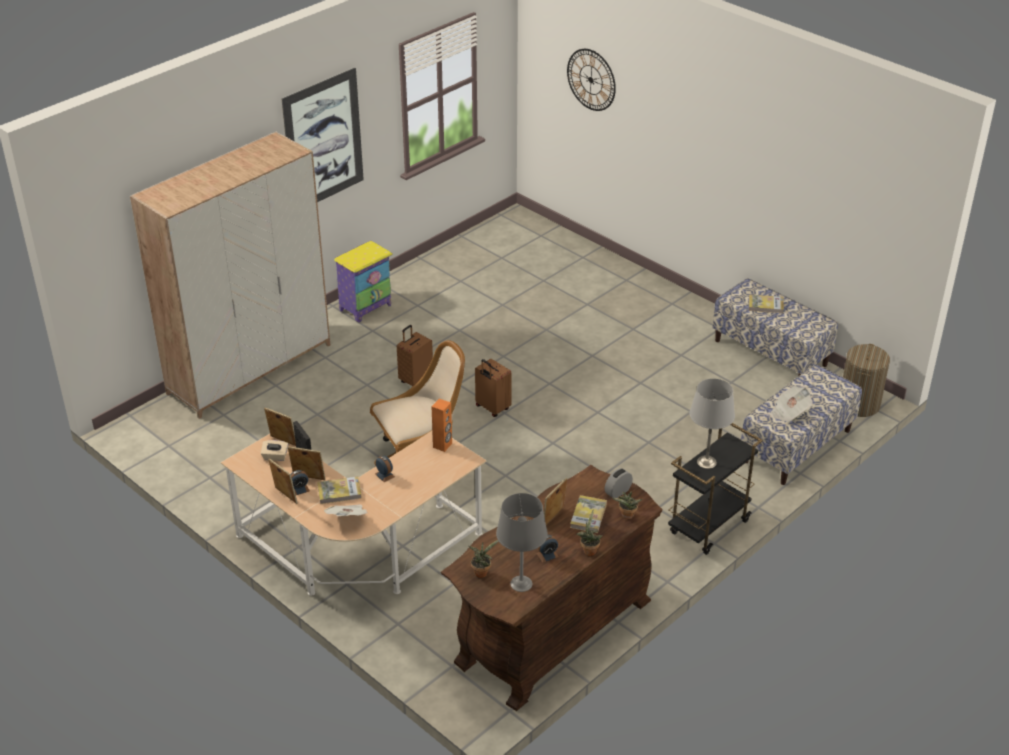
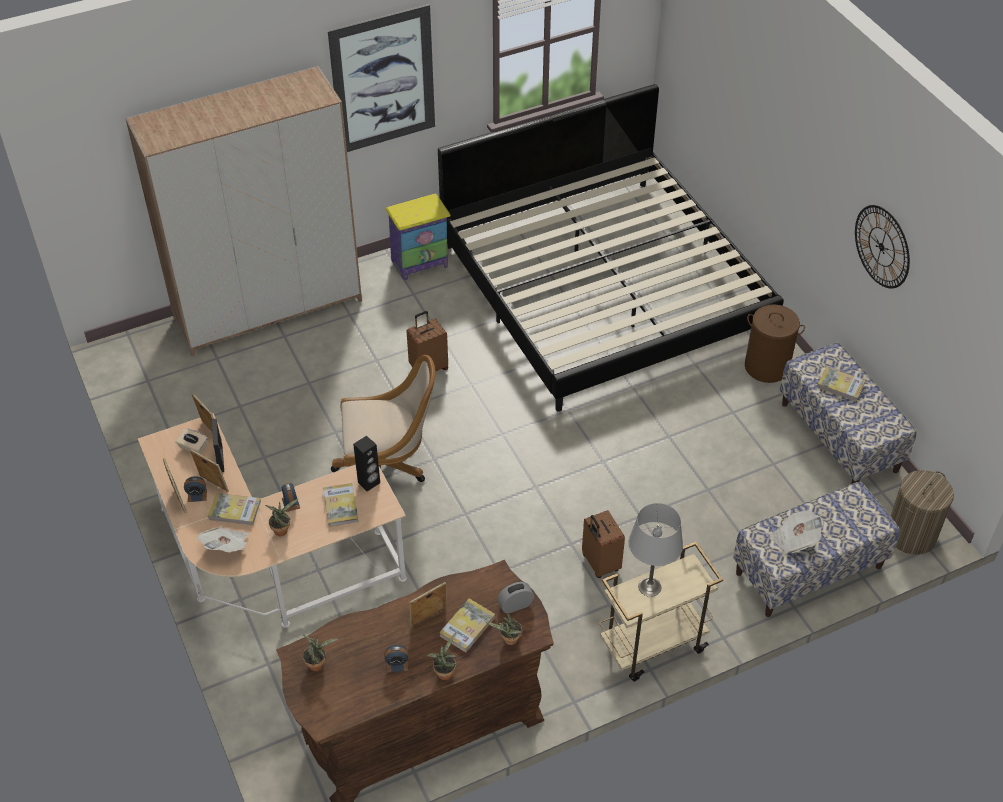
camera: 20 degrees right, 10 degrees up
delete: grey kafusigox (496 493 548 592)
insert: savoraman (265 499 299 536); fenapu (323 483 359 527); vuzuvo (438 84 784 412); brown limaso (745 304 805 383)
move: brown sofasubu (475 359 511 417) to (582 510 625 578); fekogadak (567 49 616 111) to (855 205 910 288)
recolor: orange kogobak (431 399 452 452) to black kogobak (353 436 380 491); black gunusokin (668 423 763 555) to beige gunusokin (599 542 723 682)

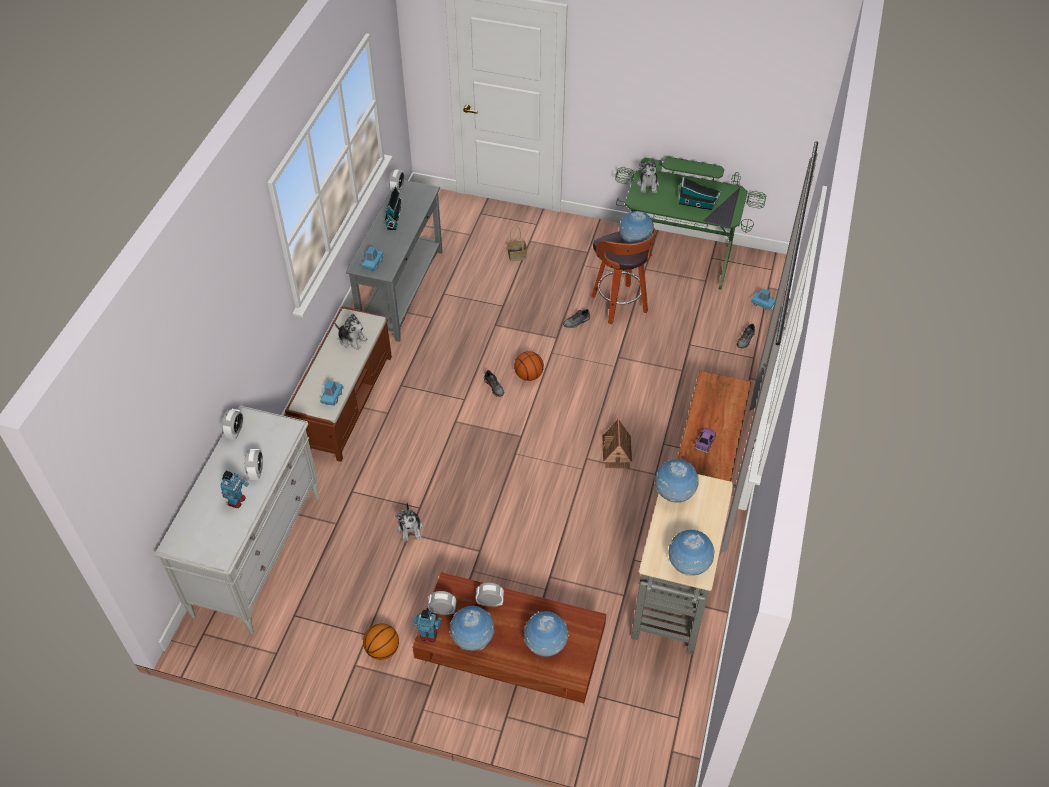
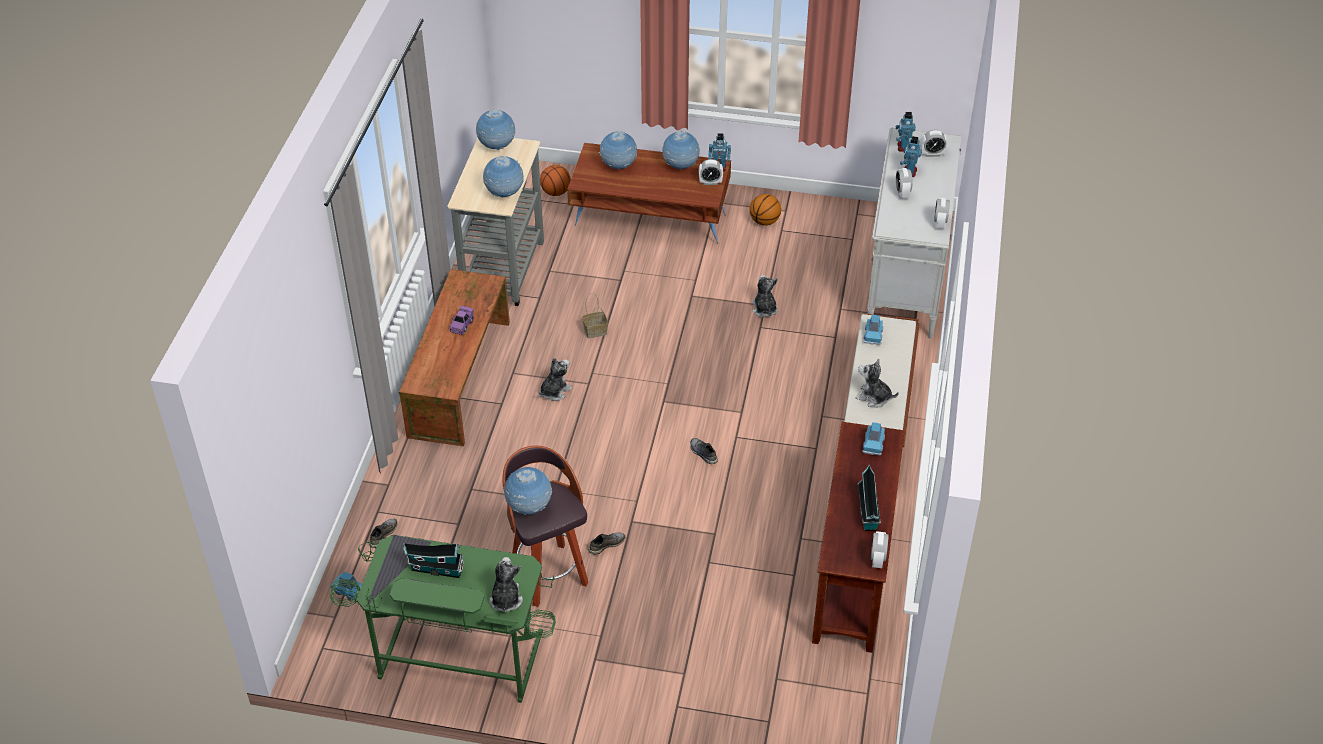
camera: 175 degrees right, 5 degrees down
insert: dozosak (896 112 916 152)
move: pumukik (514 351 544 381) to (540 165 571 196); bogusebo (507 226 527 261) to (582 293 608 338); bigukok (476 583 504 607) to (921 130 948 157)
replace: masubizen (602 418 632 468) to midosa (539 358 572 401)
recolor: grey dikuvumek (346 180 443 342) to brown dikuvumek (812 422 905 653)

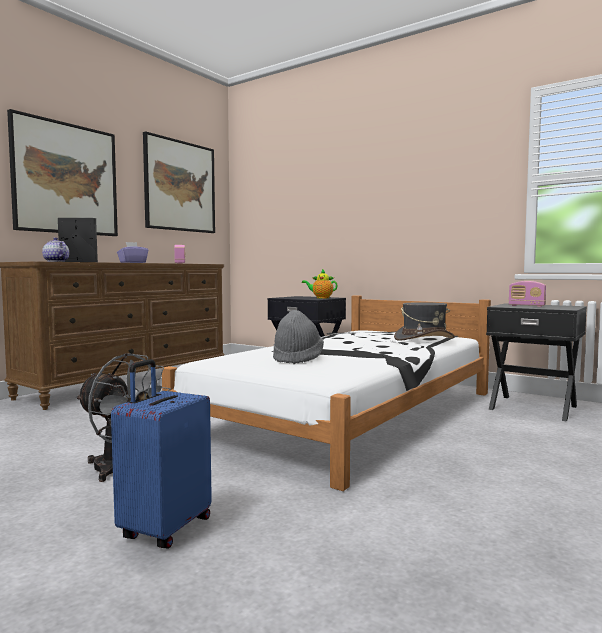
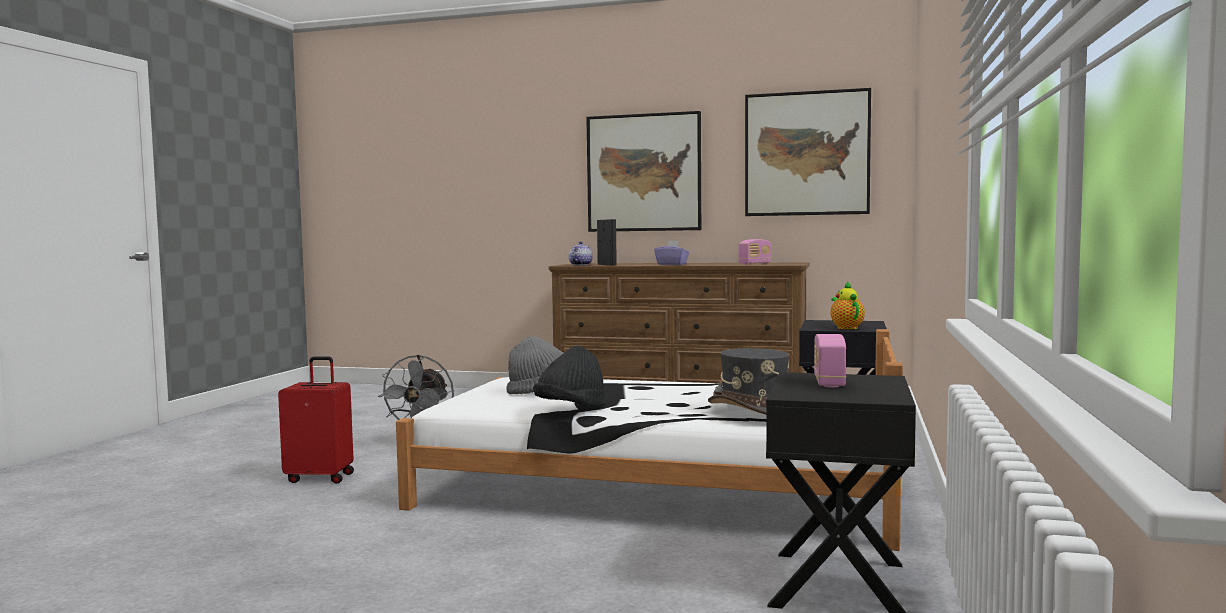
camera: 70 degrees right, 0 degrees up
insert: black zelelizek (533 345 606 407)
recolor: blue sofasubu (111 359 212 549) to red sofasubu (278 357 354 483)

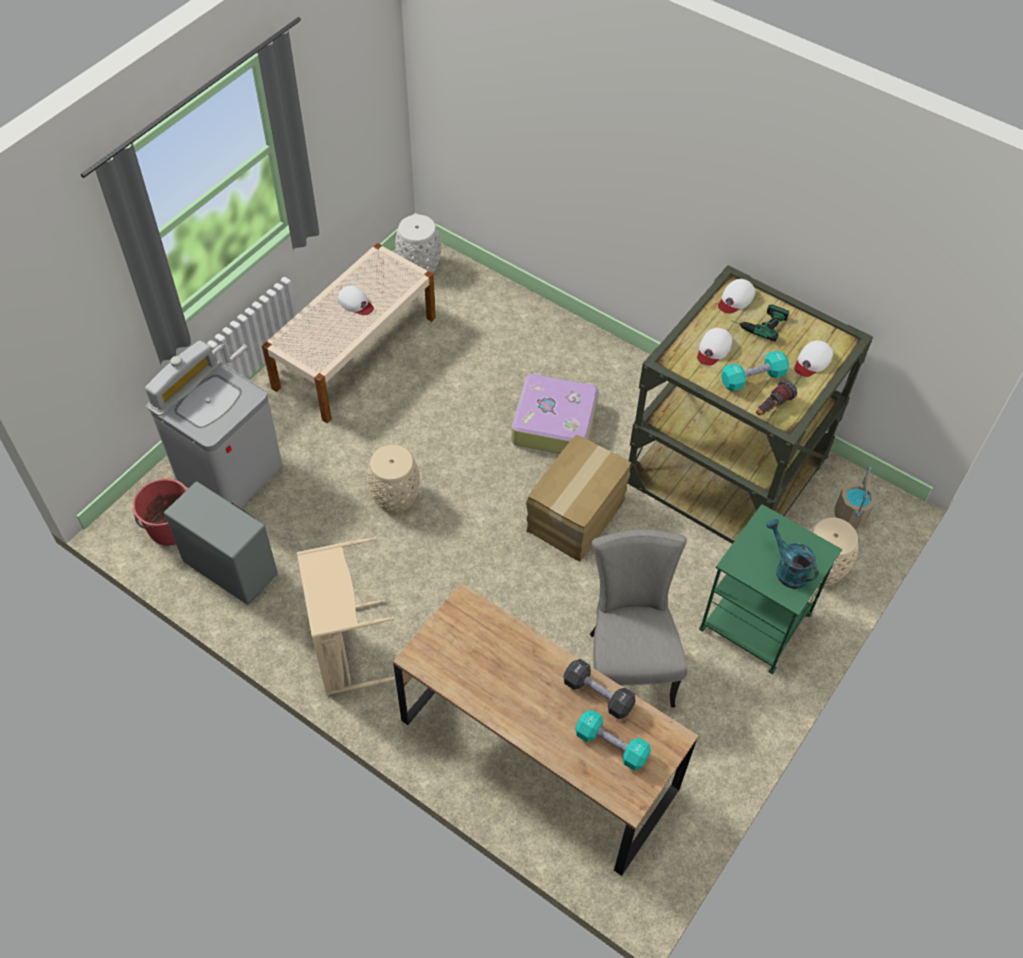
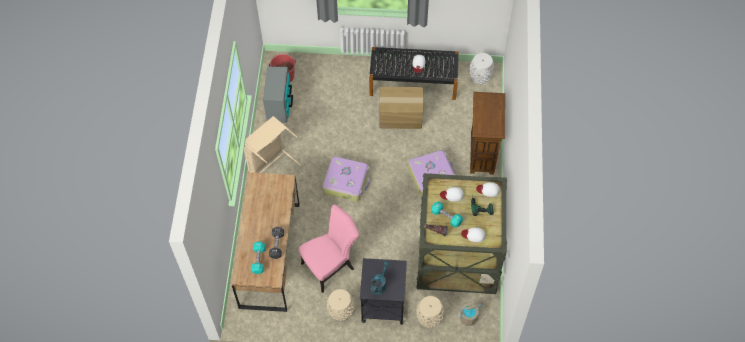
camera: 60 degrees right, 5 degrees up
delete: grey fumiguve (145 341 282 508)
insert: sofasubu (323 156 370 202); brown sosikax (470 92 505 175)
move: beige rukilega (367 445 420 513) to (327 289 354 321); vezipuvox (526 434 631 561) to (379 87 423 129)
recolor: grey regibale (589 529 687 708) to pink regibale (298 205 359 293); green gunusokin (699 504 842 674) to black gunusokin (360 258 407 325); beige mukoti (262 243 436 423) to black mukoti (369 47 459 100)

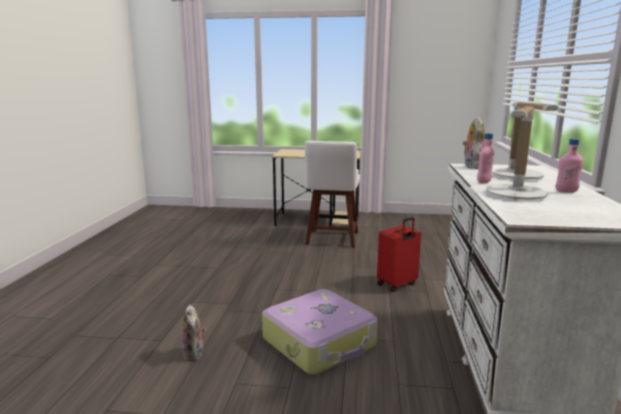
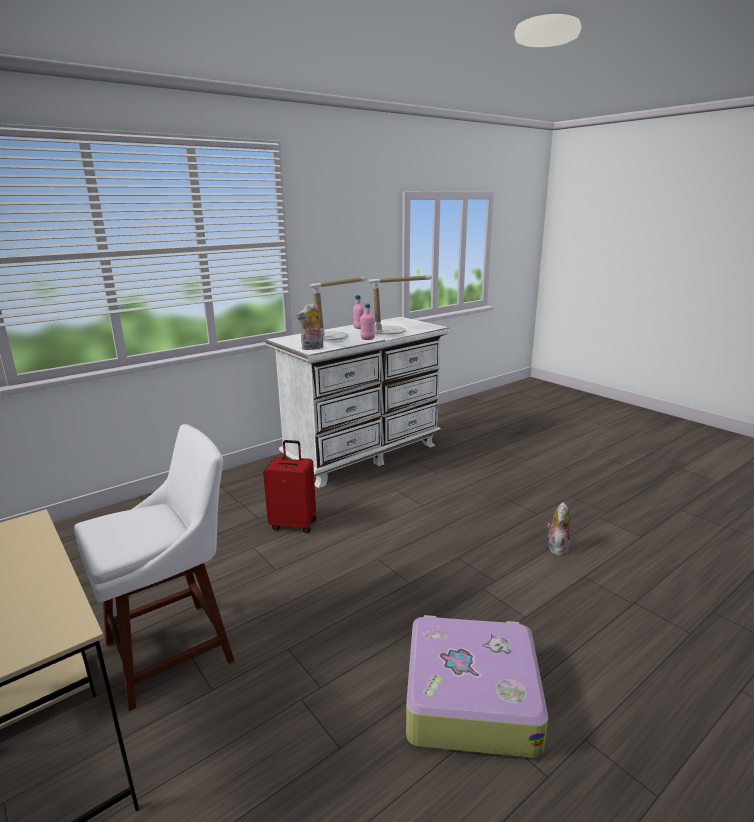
camera: 135 degrees left, 5 degrees up
move: sofasubu (262 289 378 375) to (406 615 548 758)

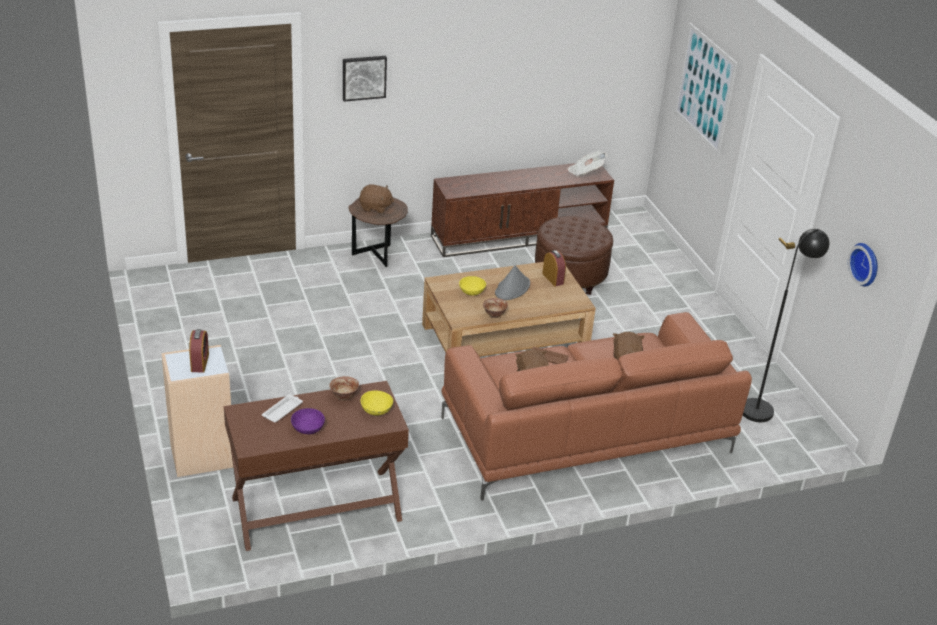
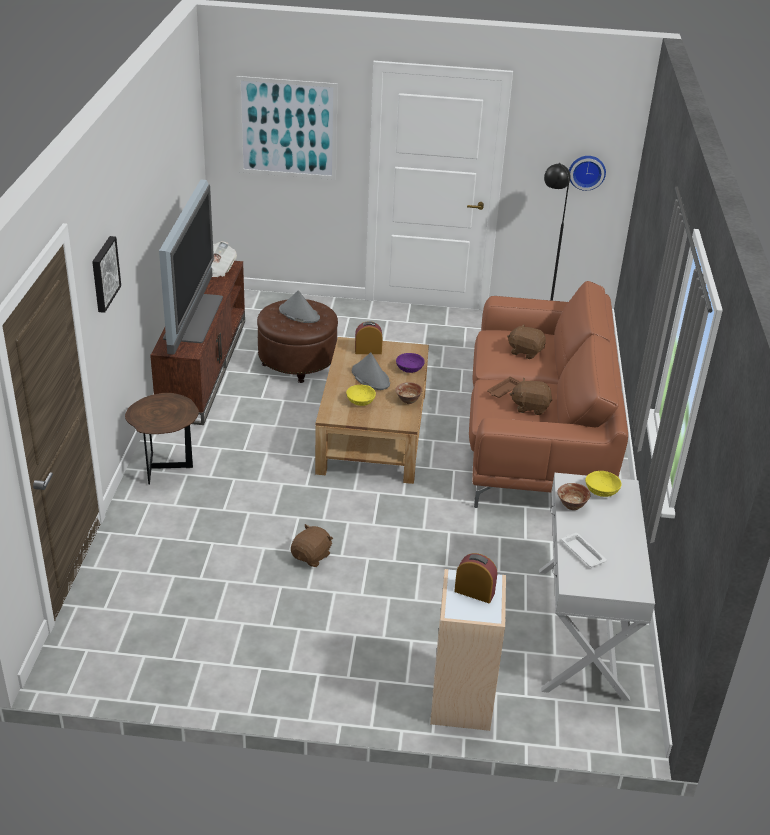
camera: 65 degrees left, 0 degrees up
insert: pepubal (159 180 223 355); grey zelelizek (279 290 320 323)
move: brown midosa (359 184 394 214) to (291 524 333 567); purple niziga (291 408 325 434) to (396 353 425 373)
recolor: brown dikuvumek (224 381 409 551) to white dikuvumek (539 473 655 701)

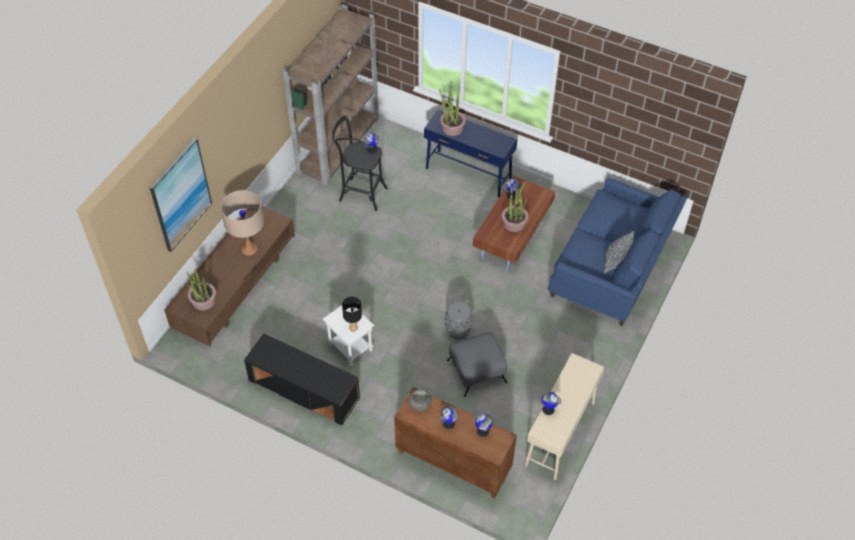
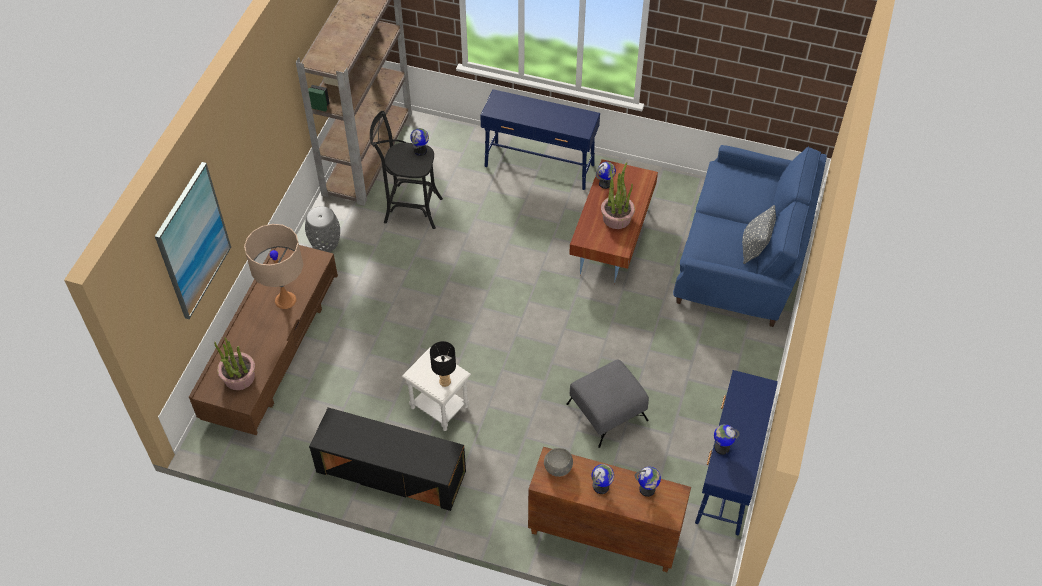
camera: 10 degrees left, 0 degrees up
delete: savoraman (439 89 466 136)
move: grey rukilega (444 302 473 339) to (305 206 340 252)
recolor: beige dikuvumek (525 353 604 480) to blue dikuvumek (695 370 778 535)

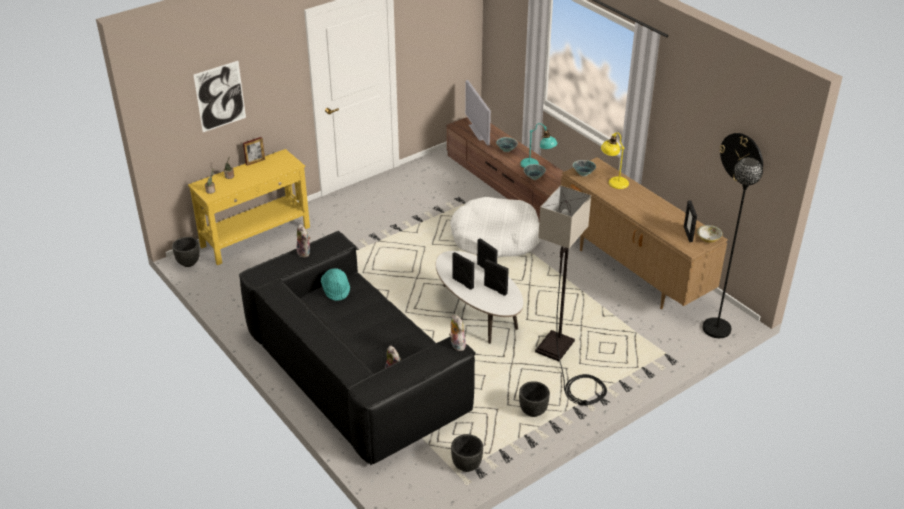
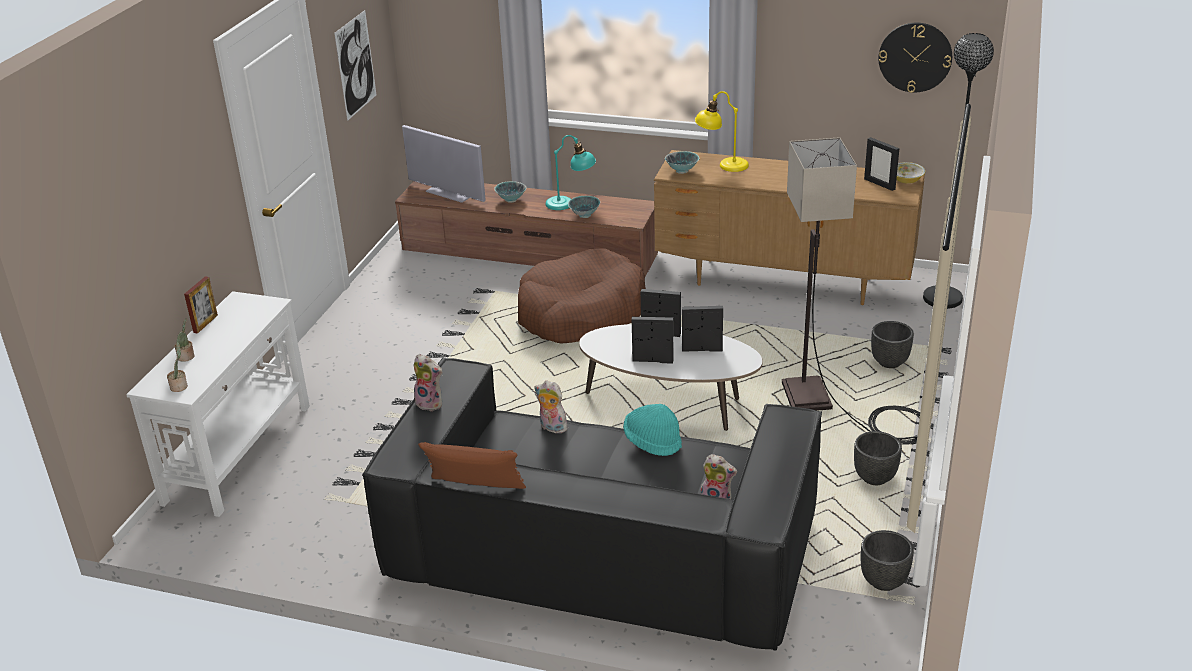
camera: 35 degrees left, 5 degrees down
insert: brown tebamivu (418 442 526 489)
move: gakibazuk (193 61 246 132) to (334 10 377 121); midosa (449 315 466 351) to (535 381 568 433); turquoise zelelizek (321 268 350 301) to (623 404 682 456); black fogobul (172 237 200 267) to (871 321 914 368)
recolor: yellow dikuvumek (188 149 310 265) to white dikuvumek (126 291 310 517); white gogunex (450 197 540 257) to brown gogunex (518 248 646 344)

